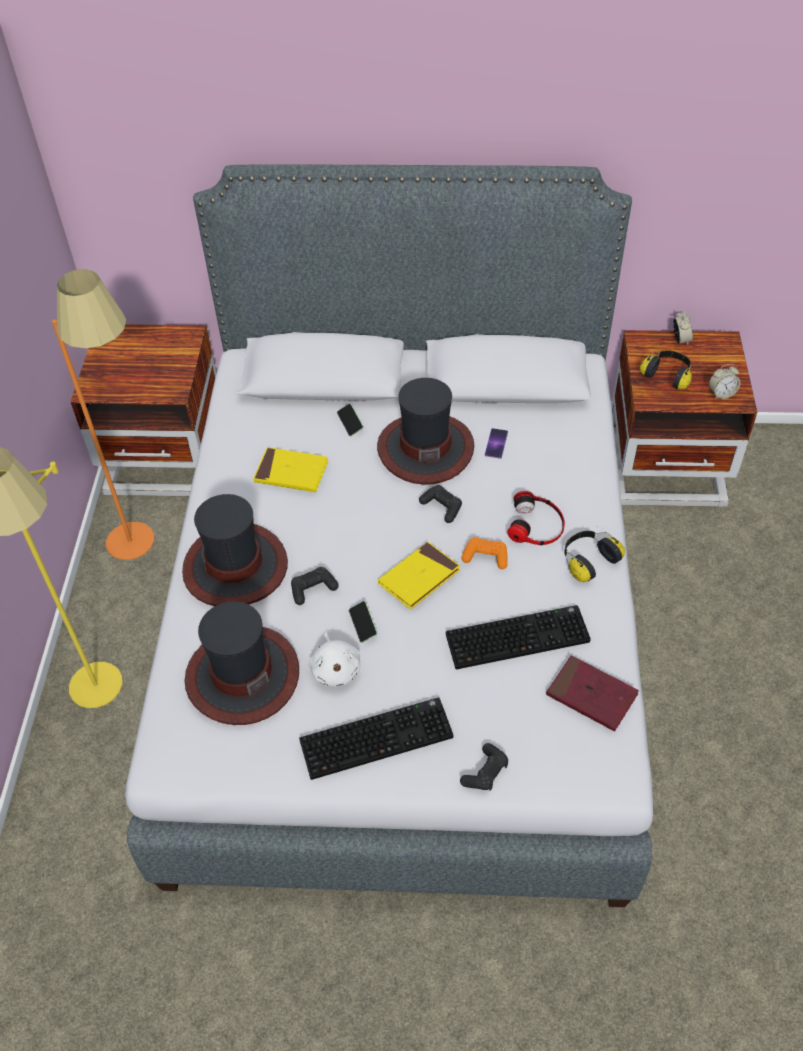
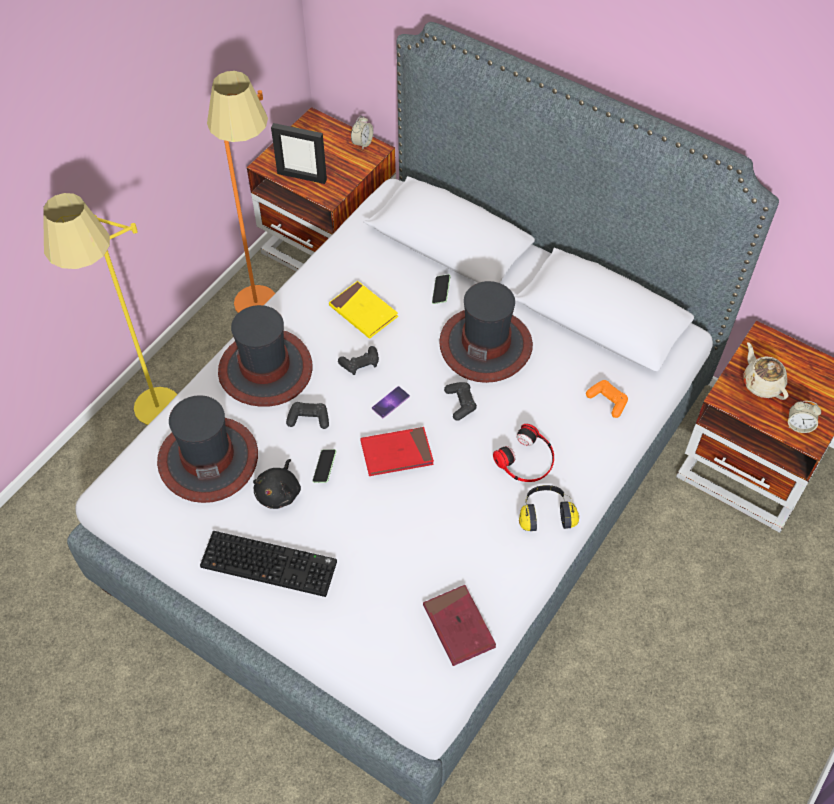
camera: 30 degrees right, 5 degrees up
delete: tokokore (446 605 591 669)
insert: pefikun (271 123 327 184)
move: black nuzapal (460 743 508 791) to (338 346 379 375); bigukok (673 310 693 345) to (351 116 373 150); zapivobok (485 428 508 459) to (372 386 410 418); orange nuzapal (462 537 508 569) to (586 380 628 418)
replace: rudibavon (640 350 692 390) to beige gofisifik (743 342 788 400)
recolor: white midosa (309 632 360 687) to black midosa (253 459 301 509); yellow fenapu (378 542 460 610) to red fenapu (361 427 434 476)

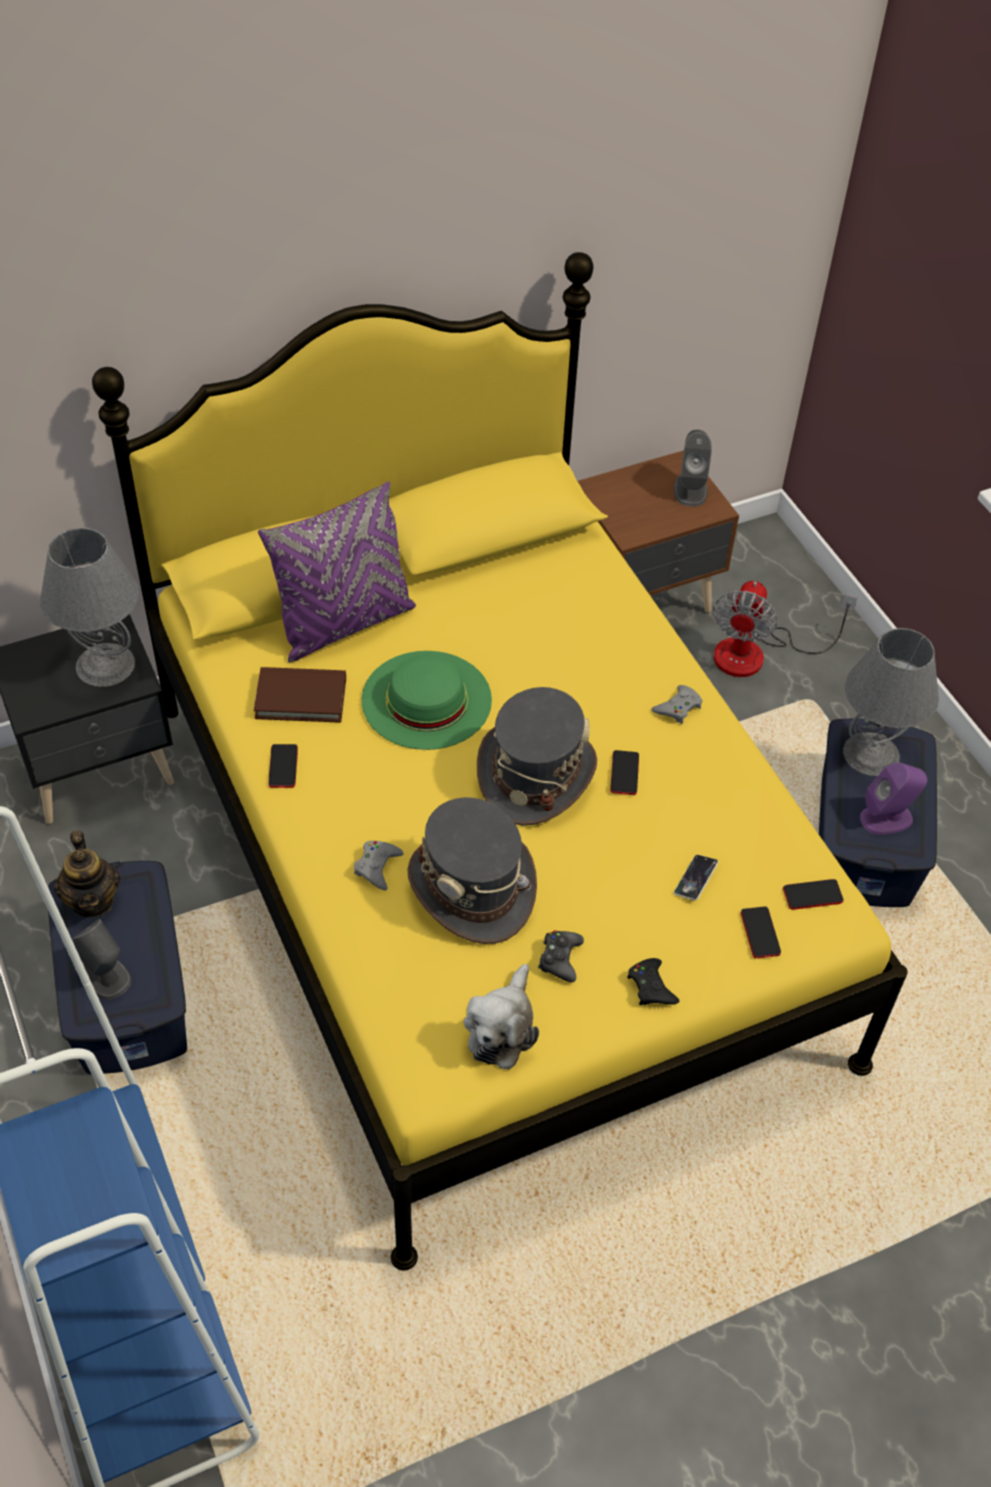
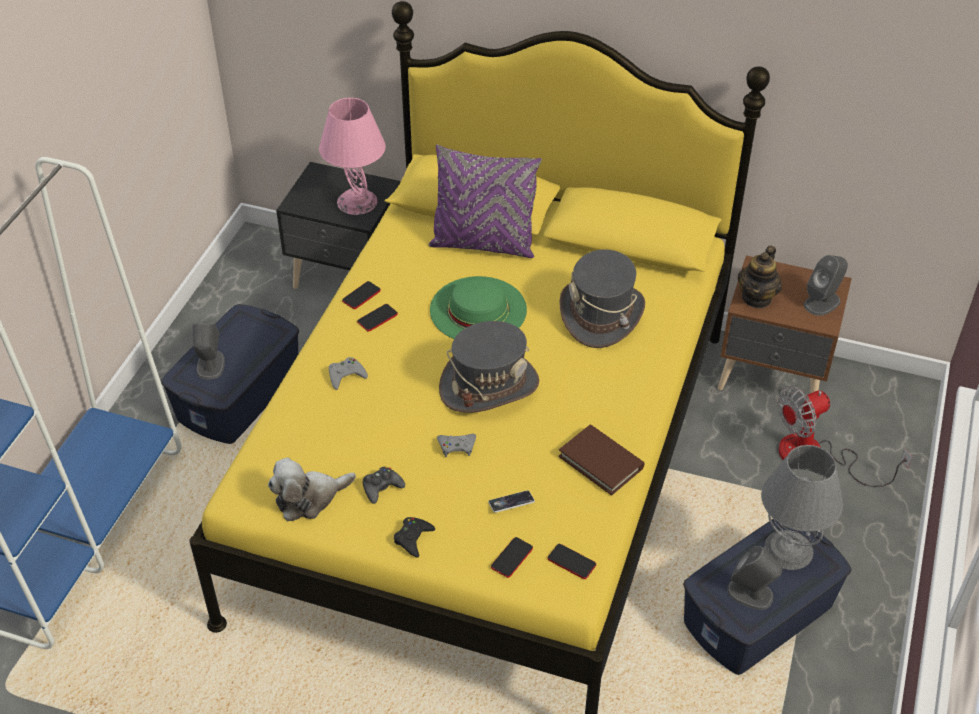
camera: 45 degrees right, 5 degrees down
move: zapivobok (610 750 639 795) to (357 304 398 332); grey nuzapal (651 685 702 724) to (437 434 476 457); brown fenapu (254 667 346 722) to (558 424 644 496); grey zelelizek (408 797 537 944) to (559 249 645 348); gofisifik (54 831 120 918) to (738 245 782 308)
recolor: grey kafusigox (40 528 139 687) to pink kafusigox (319 98 386 215); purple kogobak (860 762 927 835) to grey kogobak (727 546 782 610)

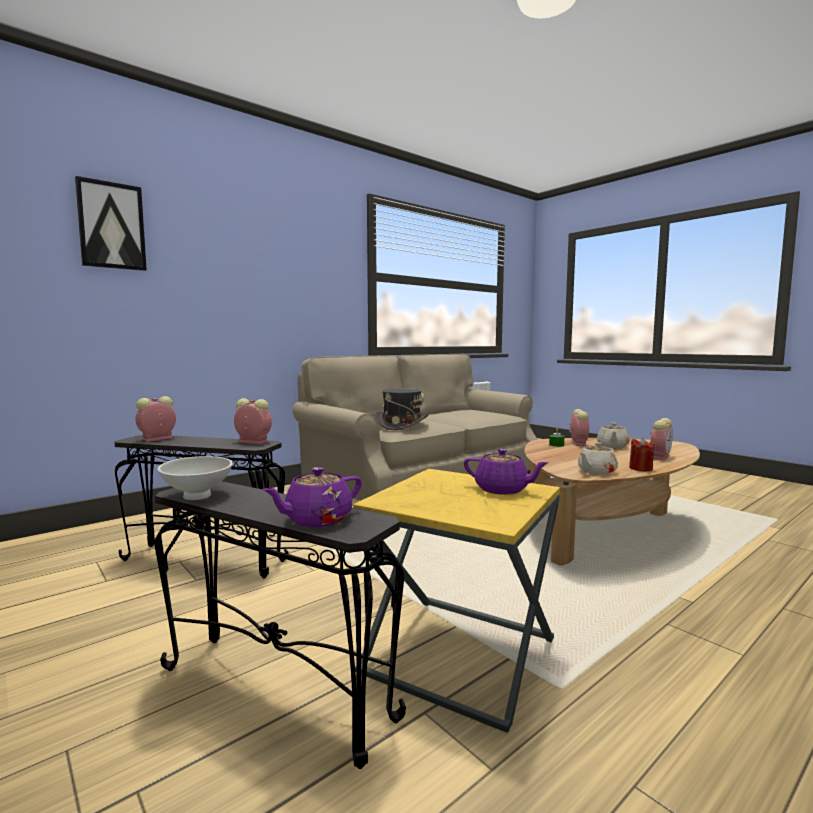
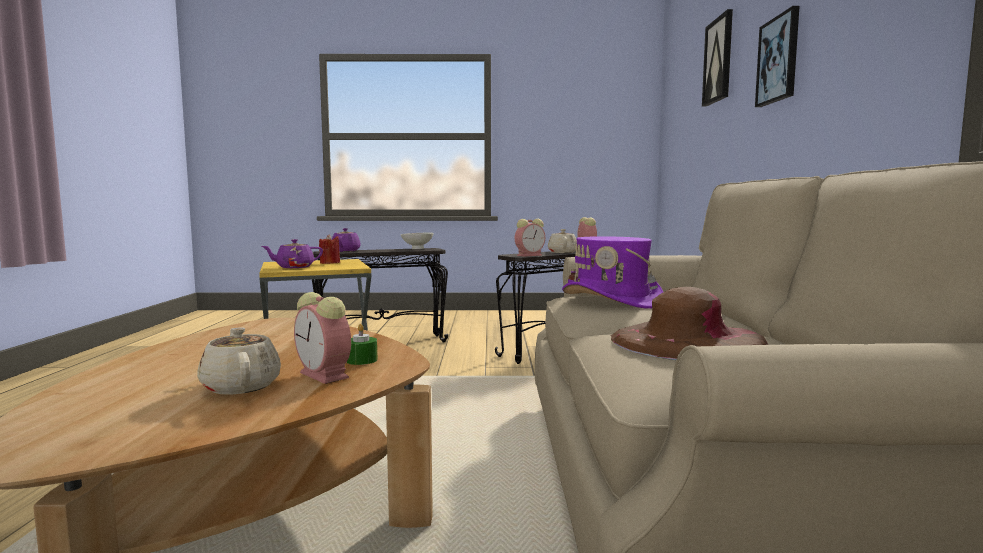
camera: 130 degrees right, 0 degrees up
delete: bigukok (650 418 673 460)
insert: brown zelelizek (611 287 768 360); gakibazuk (755 6 800 107)
move: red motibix (629 438 654 471) to (319 234 340 264); beige gofisifik (578 442 618 474) to (548 229 577 253)
recolor: grey zelelizek (375 388 429 430) to purple zelelizek (562 236 663 309)

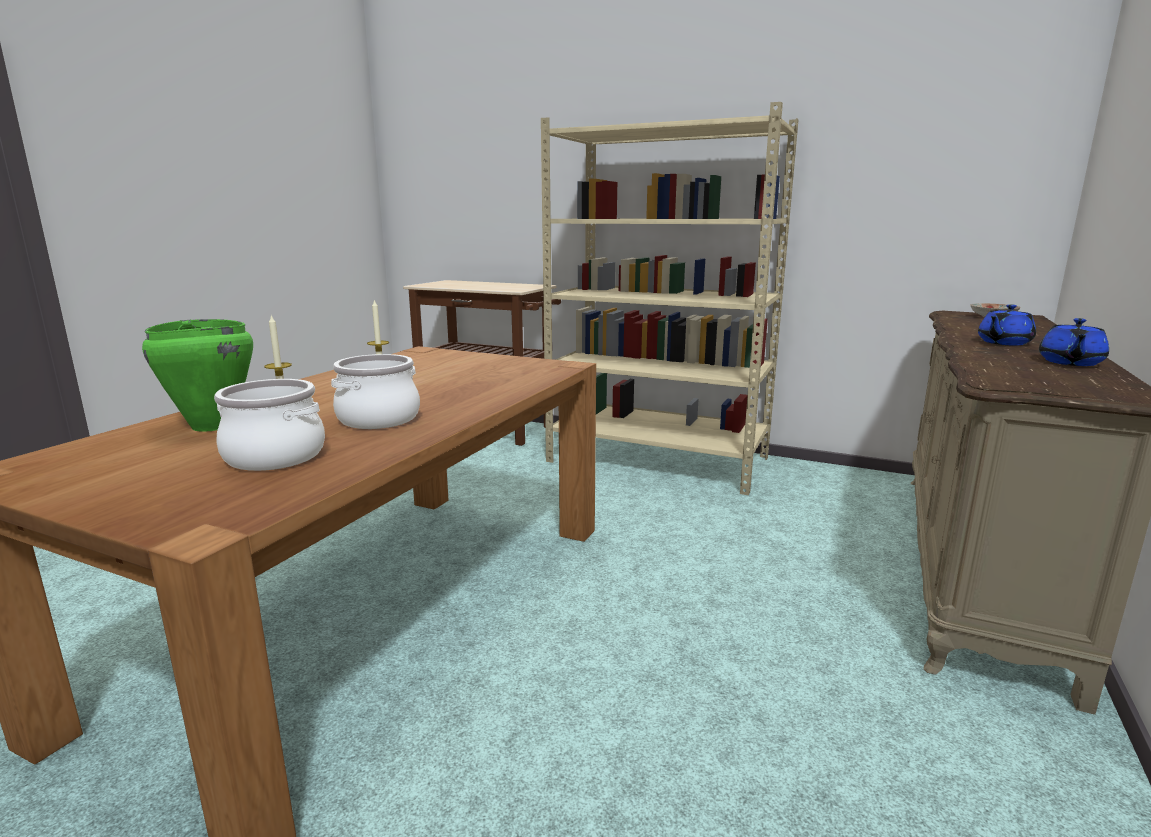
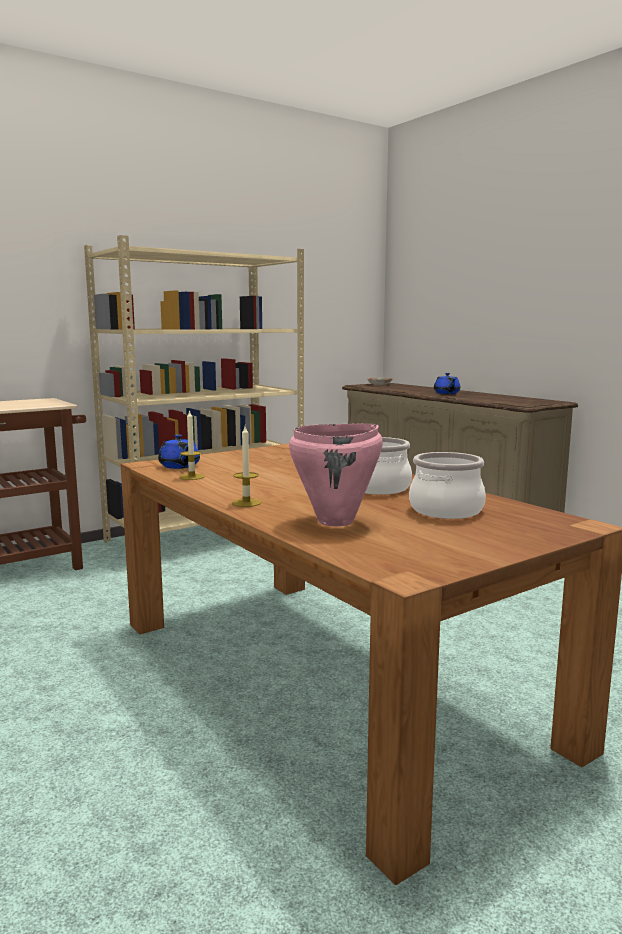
camera: 60 degrees left, 5 degrees down
move: blue gofisifik (1039 318 1109 366) to (158 434 200 469)
recolor: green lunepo (142 319 253 432) to pink lunepo (289 423 383 526)

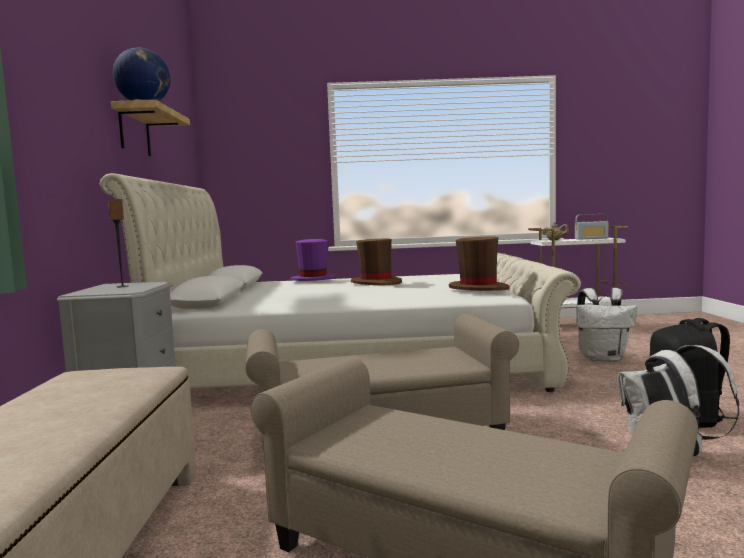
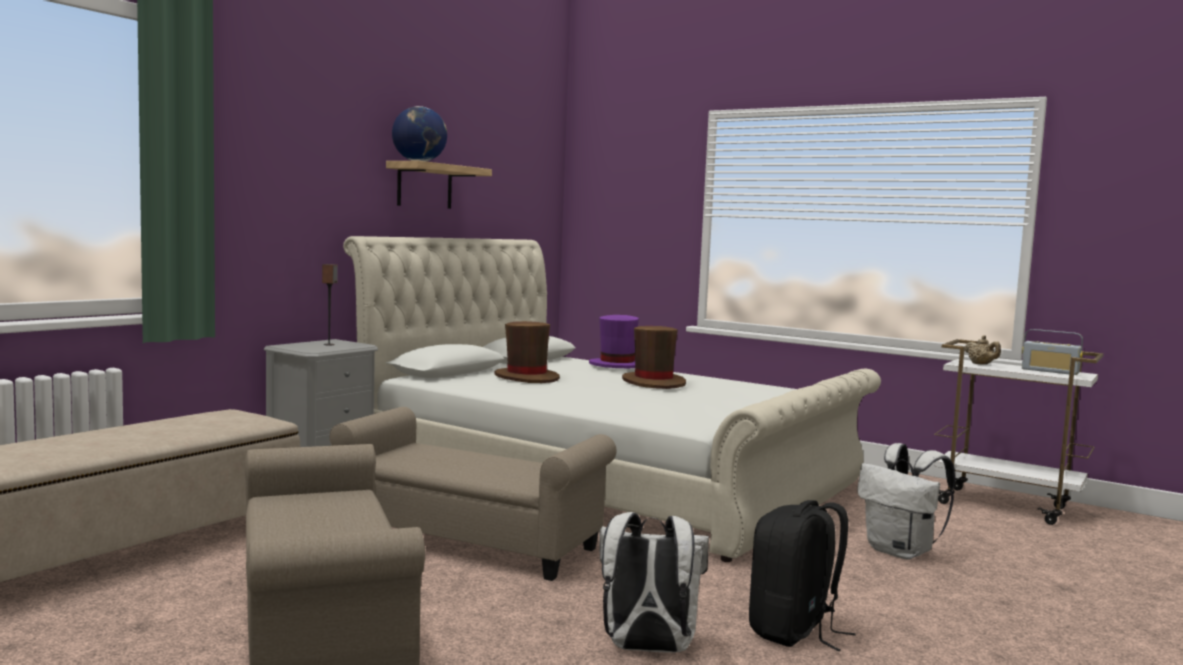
camera: 35 degrees right, 0 degrees up
move: brown zelelizek (449 236 509 291) to (495 321 560 383)

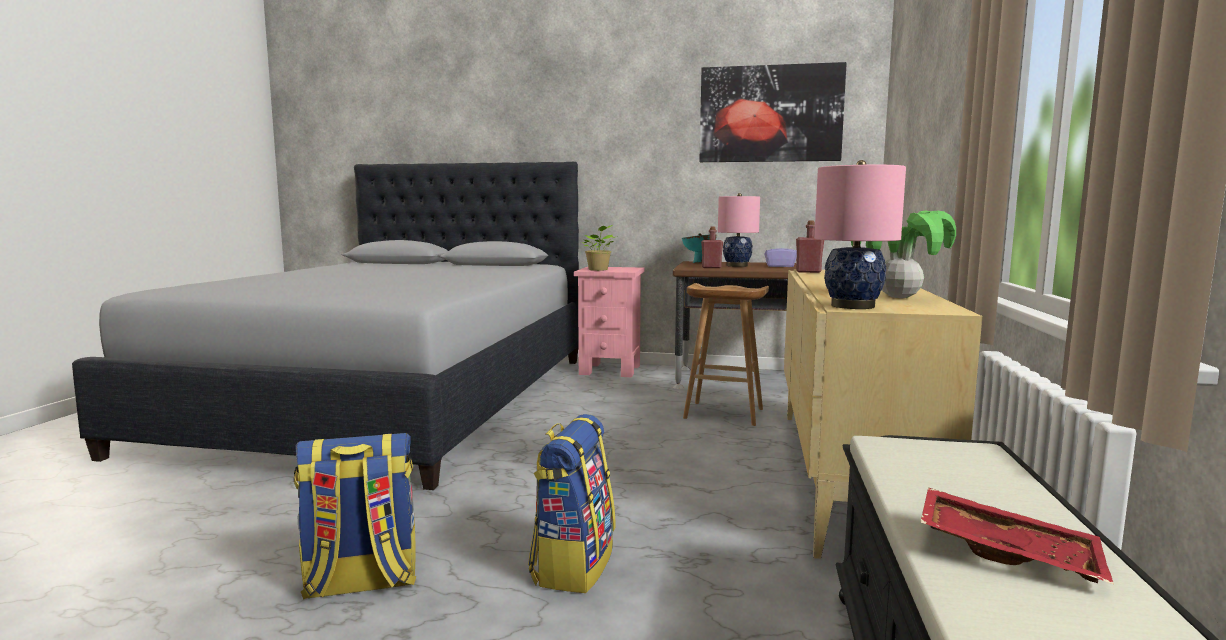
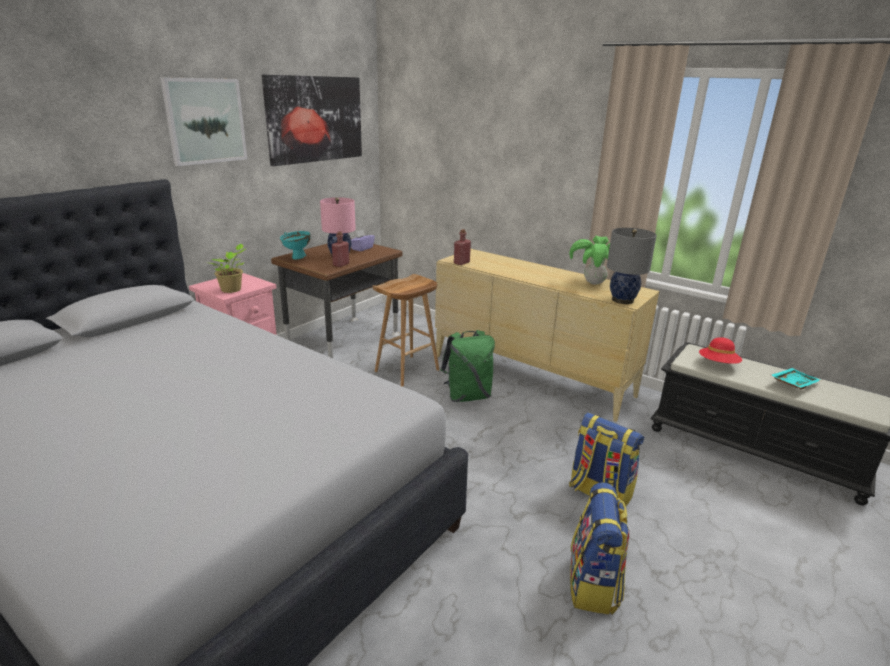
camera: 65 degrees left, 15 degrees up
insert: gakibazuk (160 77 247 166); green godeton (440 330 495 402); red zelelizek (699 337 742 364)
recolor: pink kafusigox (814 160 906 309) to grey kafusigox (607 228 657 304); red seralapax (920 488 1114 584) to turquoise seralapax (771 368 821 389)

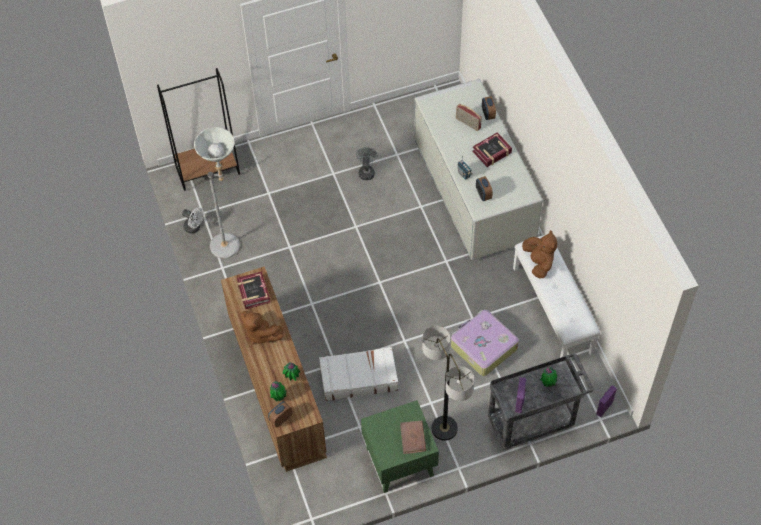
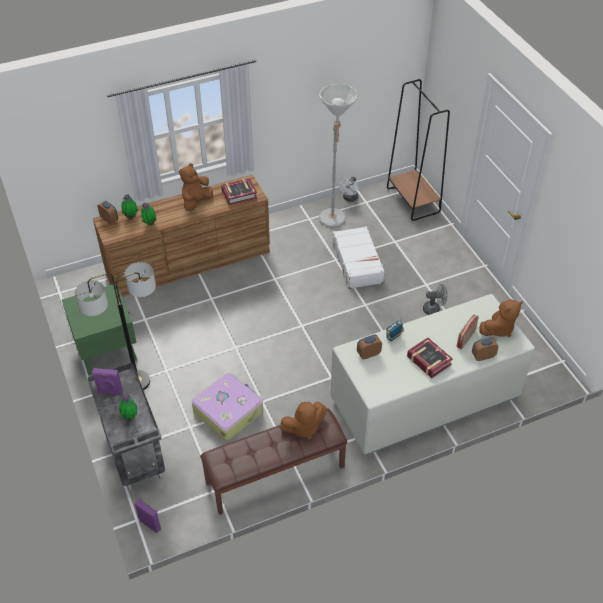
camera: 85 degrees right, 10 degrees down
delete: brown fenapu (400 421 426 454)
insert: brown midosa (479 299 523 337)
move: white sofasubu (319 347 398 401) to (333 226 385 289)
recolor: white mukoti (513 235 600 358) to brown mukoti (200 409 347 515)

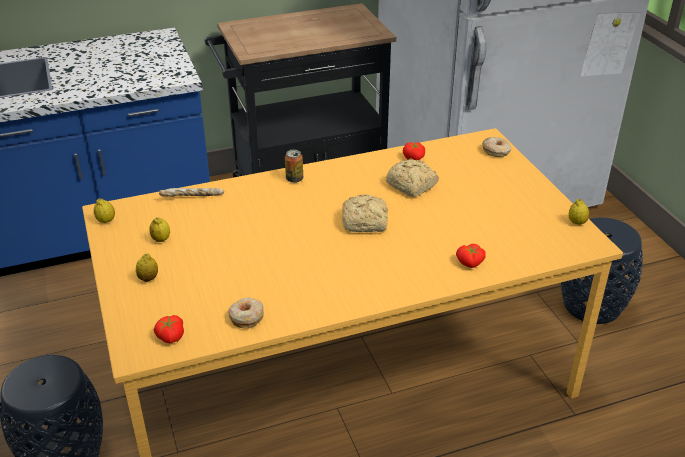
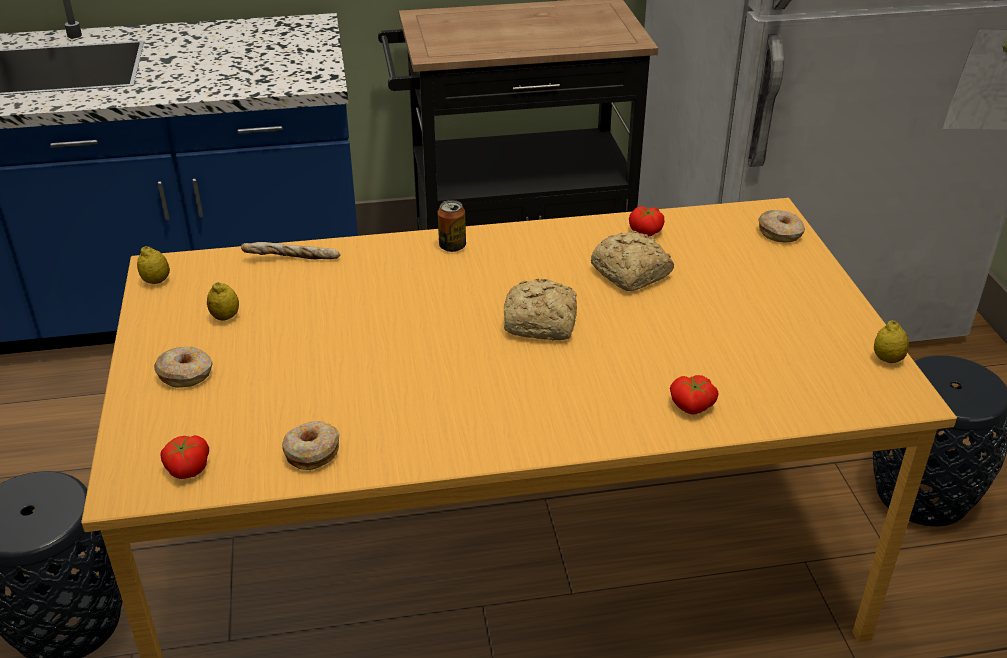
camera: 10 degrees right, 0 degrees up
replace: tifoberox (136 253 158 282) to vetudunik (154 347 213 388)

